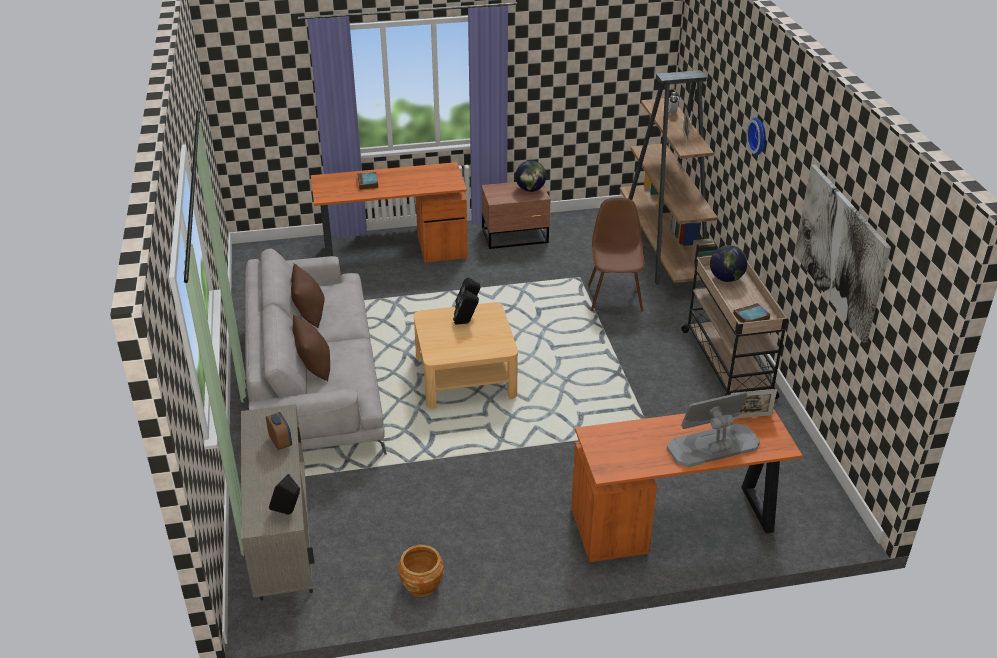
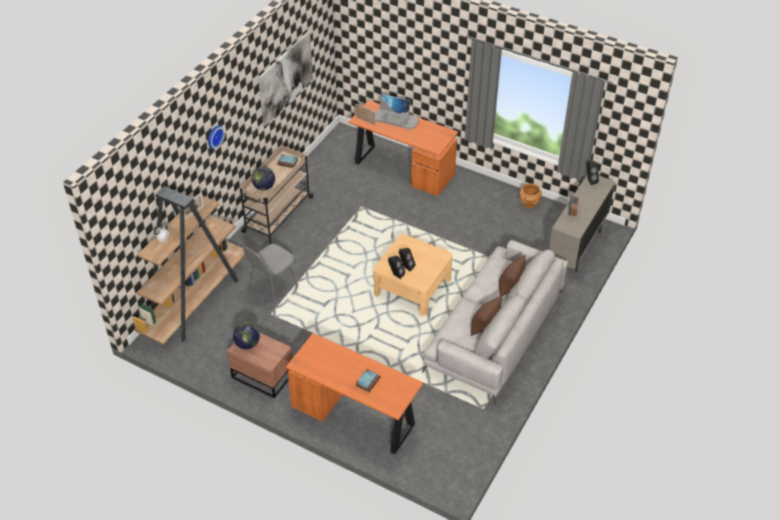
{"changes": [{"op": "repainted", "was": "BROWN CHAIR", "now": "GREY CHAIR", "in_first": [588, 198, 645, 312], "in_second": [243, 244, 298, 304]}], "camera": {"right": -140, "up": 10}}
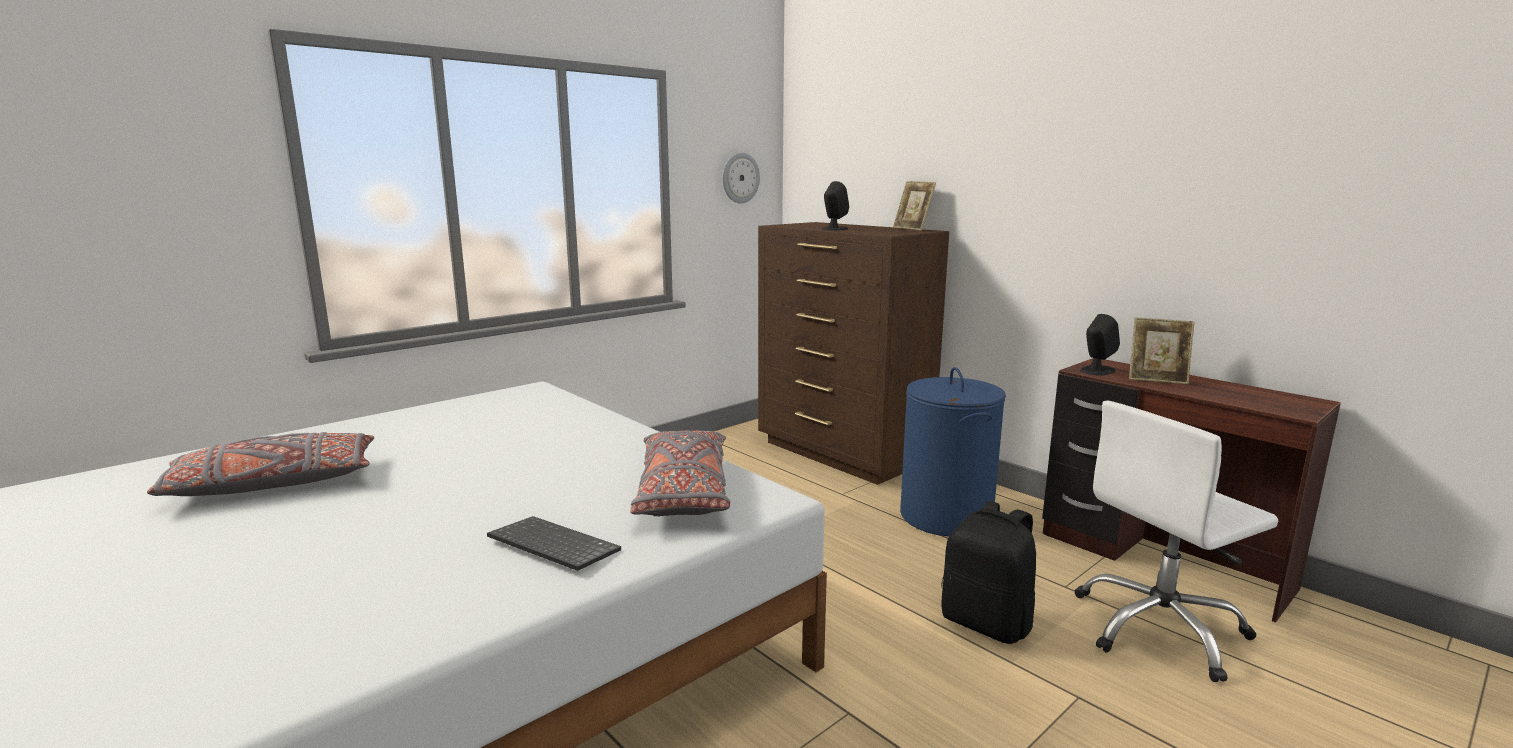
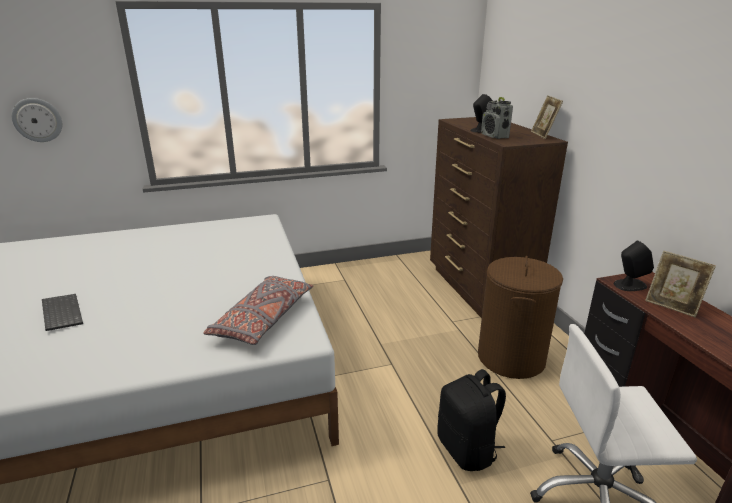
{"changes": [{"op": "gone", "was": "GREY PILLOW", "in_first": [147, 432, 374, 496]}, {"op": "shifted", "was": "KEYBOARD", "in_first": [487, 516, 621, 571], "in_second": [42, 294, 83, 331]}, {"op": "shifted", "was": "WALL CLOCK", "in_first": [722, 153, 760, 203], "in_second": [12, 98, 62, 142]}, {"op": "repainted", "was": "BLUE LAUNDRY BASKET", "now": "BROWN LAUNDRY BASKET", "in_first": [900, 367, 1006, 536], "in_second": [478, 256, 563, 379]}, {"op": "new", "now": "RADIO", "in_second": [481, 97, 513, 139]}], "camera": {"right": 25, "up": 10}}
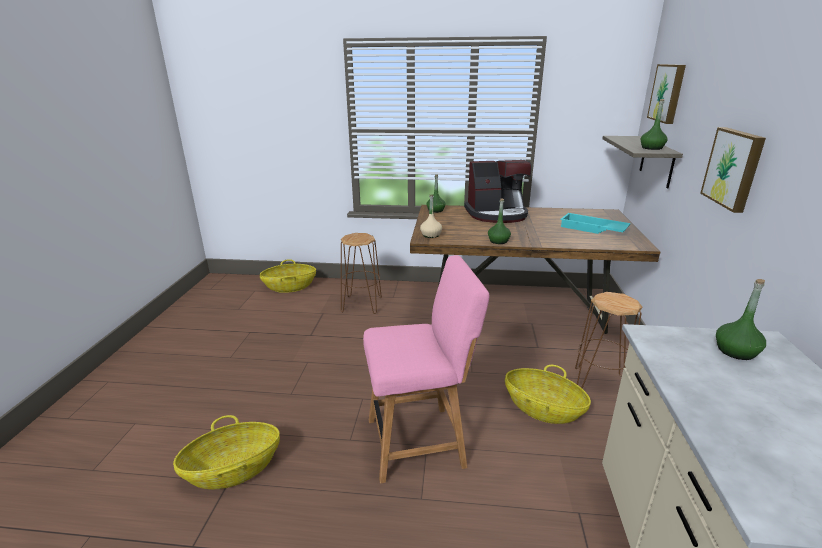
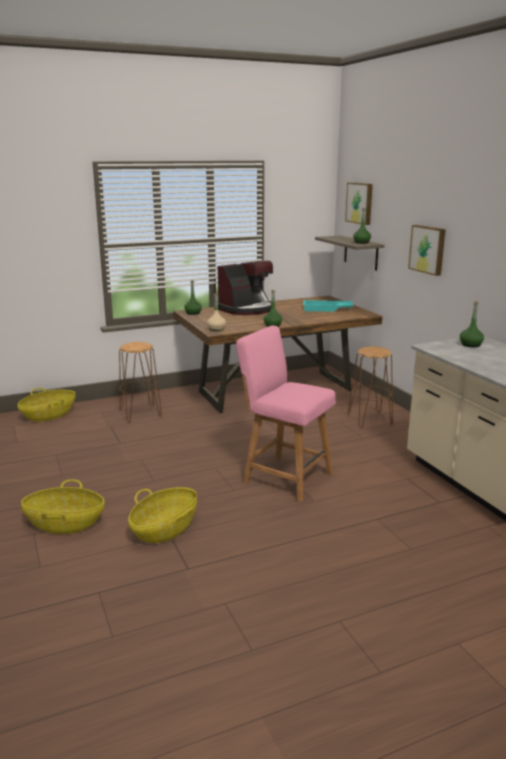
{"changes": [{"op": "rotated", "was": "PINK CHAIR", "in_first": [363, 255, 489, 483], "in_second": [236, 326, 336, 502], "clockwise": -105}, {"op": "shifted", "was": "BASKET", "in_first": [505, 365, 591, 424], "in_second": [21, 479, 105, 534]}], "camera": {"right": -30, "up": -5}}
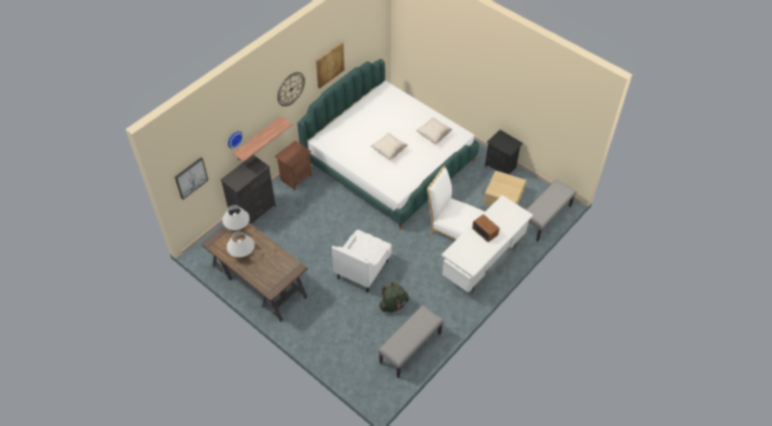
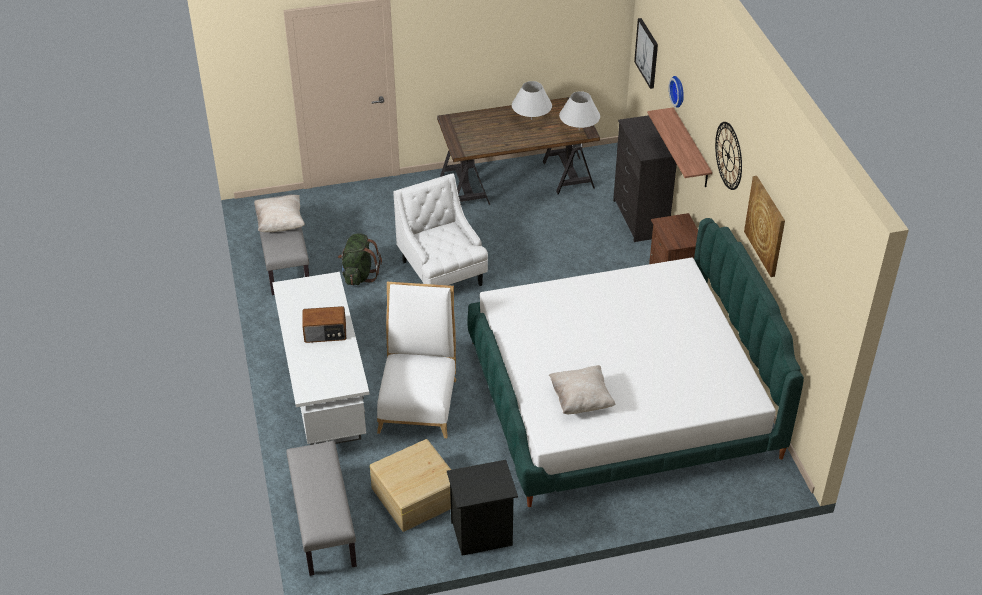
{"changes": [{"op": "shifted", "was": "BEIGE PILLOW", "in_first": [371, 132, 408, 160], "in_second": [254, 195, 305, 232]}, {"op": "rotated", "was": "WHITE CHAIR", "in_first": [427, 166, 484, 240], "in_second": [377, 282, 456, 438], "clockwise": -60}], "camera": {"right": 125, "up": -10}}
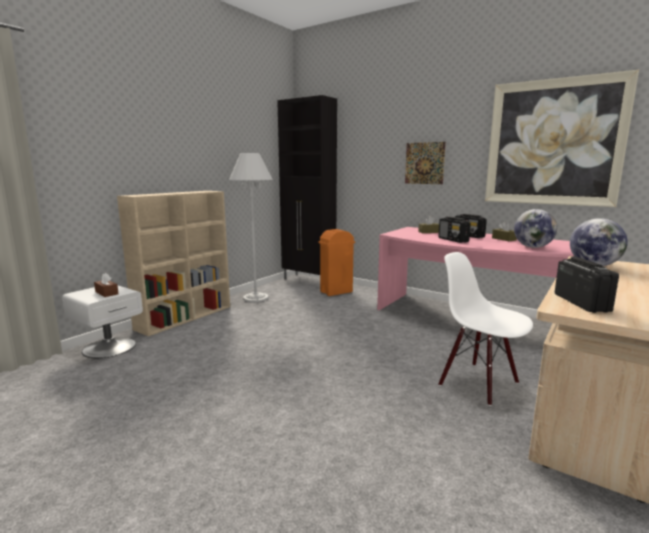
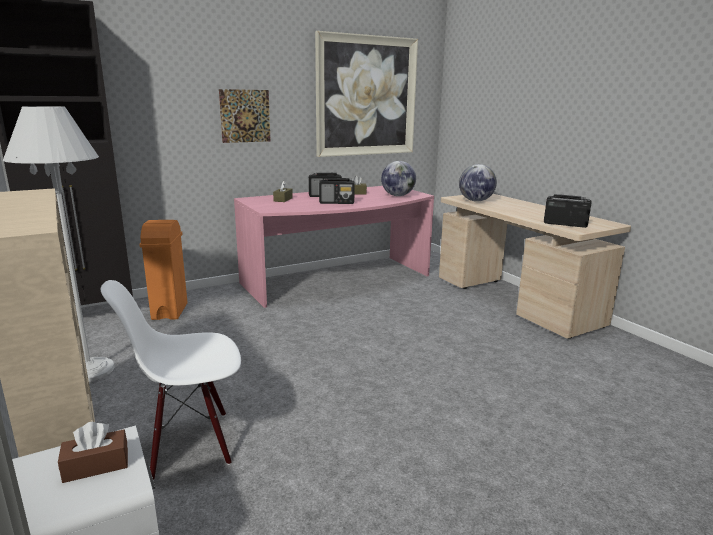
{"changes": [{"op": "shifted", "was": "WHITE CHAIR", "in_first": [438, 252, 533, 406], "in_second": [101, 280, 241, 481]}], "camera": {"right": -65, "up": 5}}
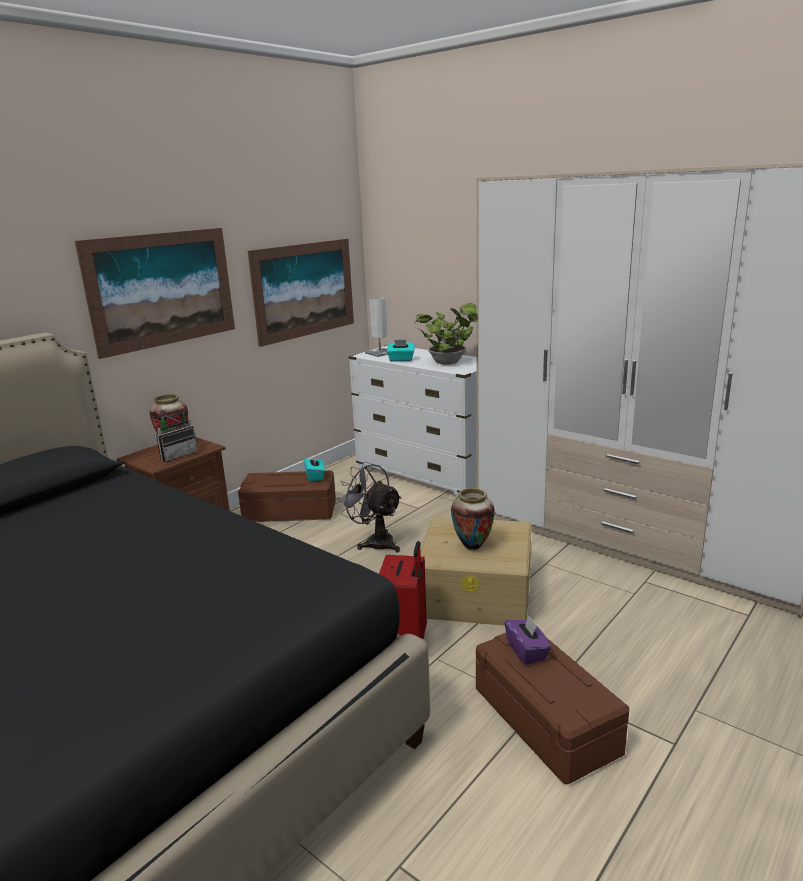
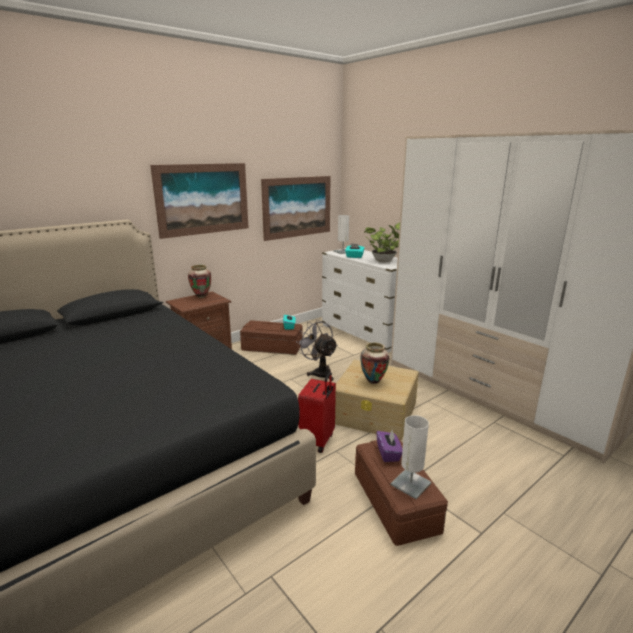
{"changes": [{"op": "gone", "was": "RADIO", "in_first": [156, 414, 197, 462]}, {"op": "new", "now": "WHITE TABLE LAMP", "in_second": [391, 415, 431, 499]}], "camera": {"right": 10, "up": 0}}
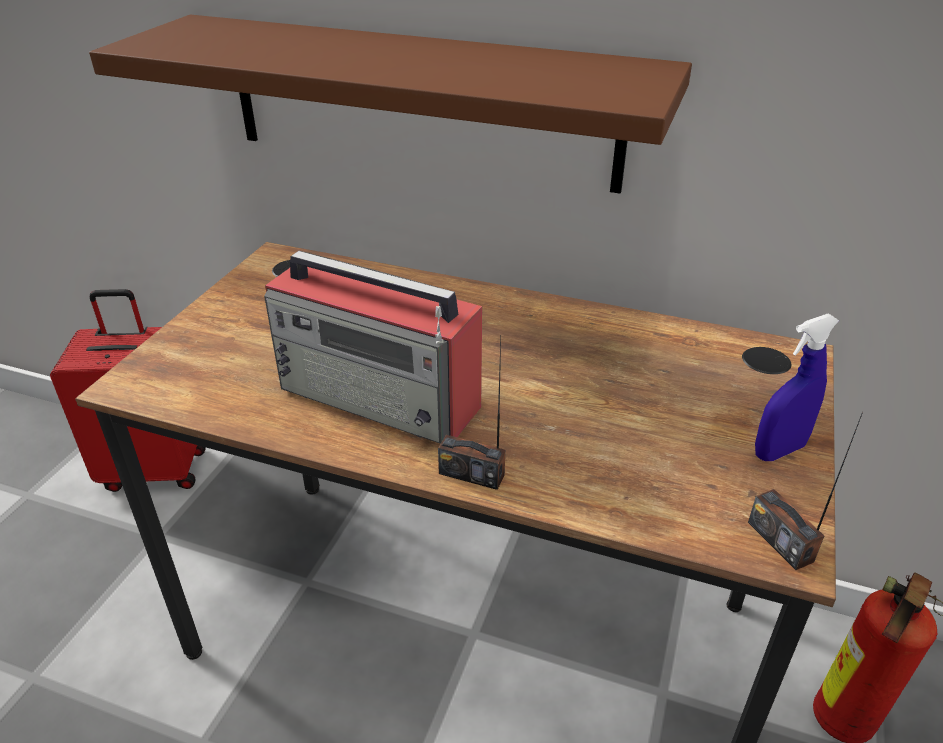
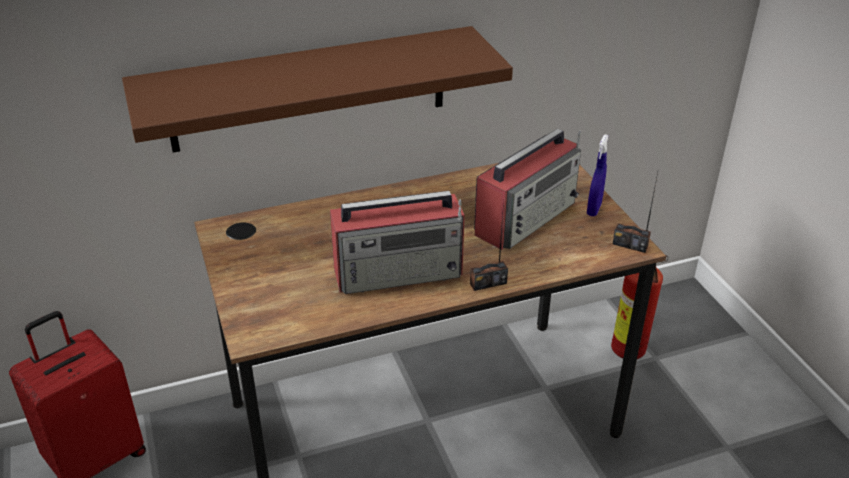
{"changes": [{"op": "new", "now": "RADIO", "in_second": [474, 129, 581, 250]}], "camera": {"right": -40, "up": 0}}
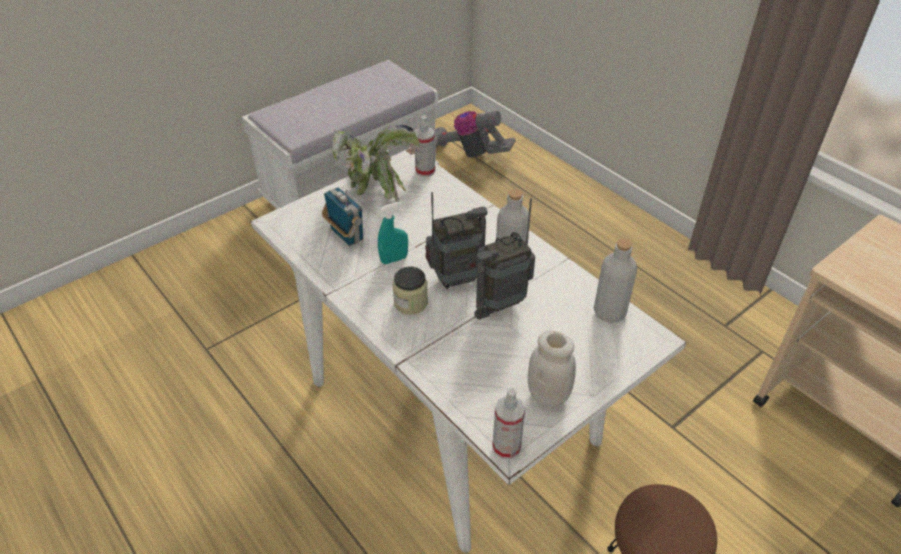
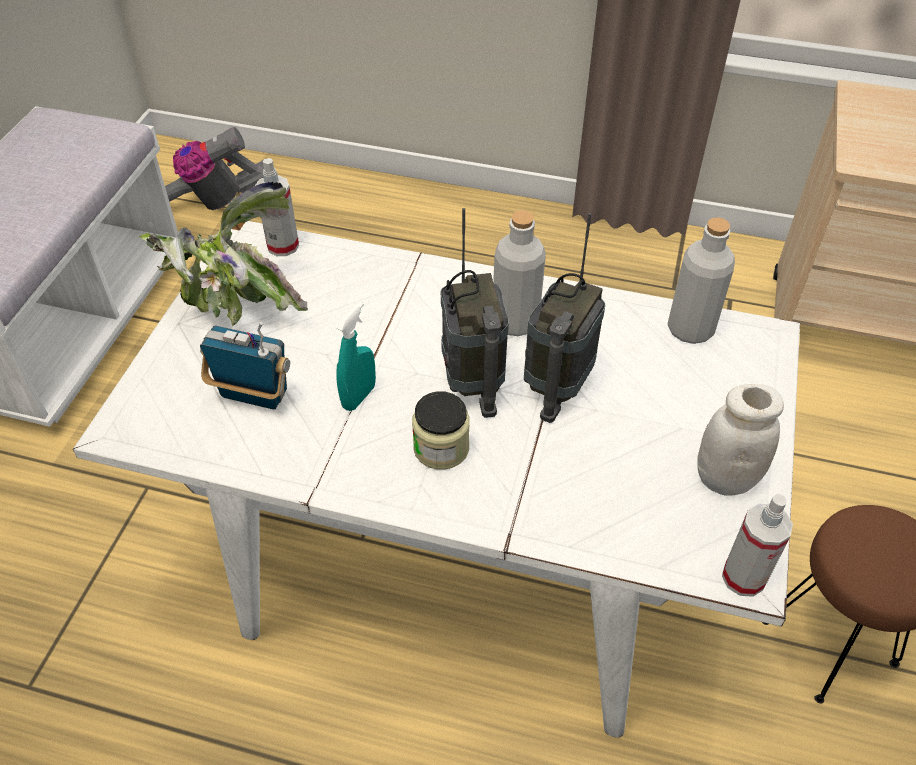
{"changes": [{"op": "rotated", "was": "RADIO", "in_first": [425, 192, 488, 289], "in_second": [441, 208, 509, 418], "clockwise": 135}], "camera": {"right": -35, "up": 5}}
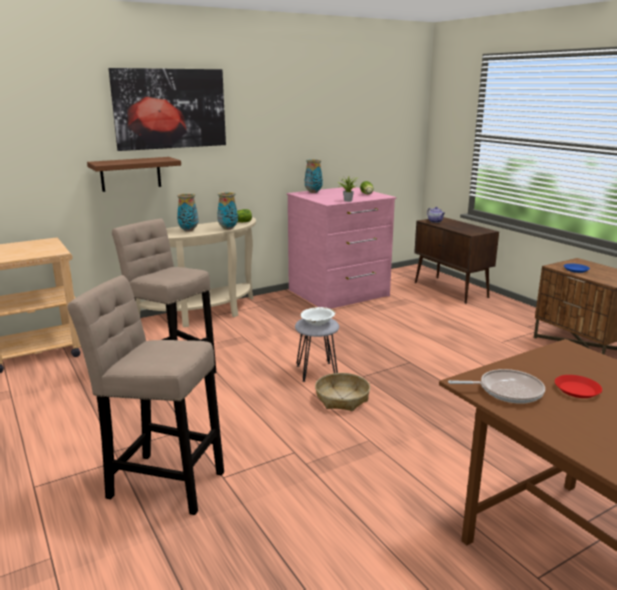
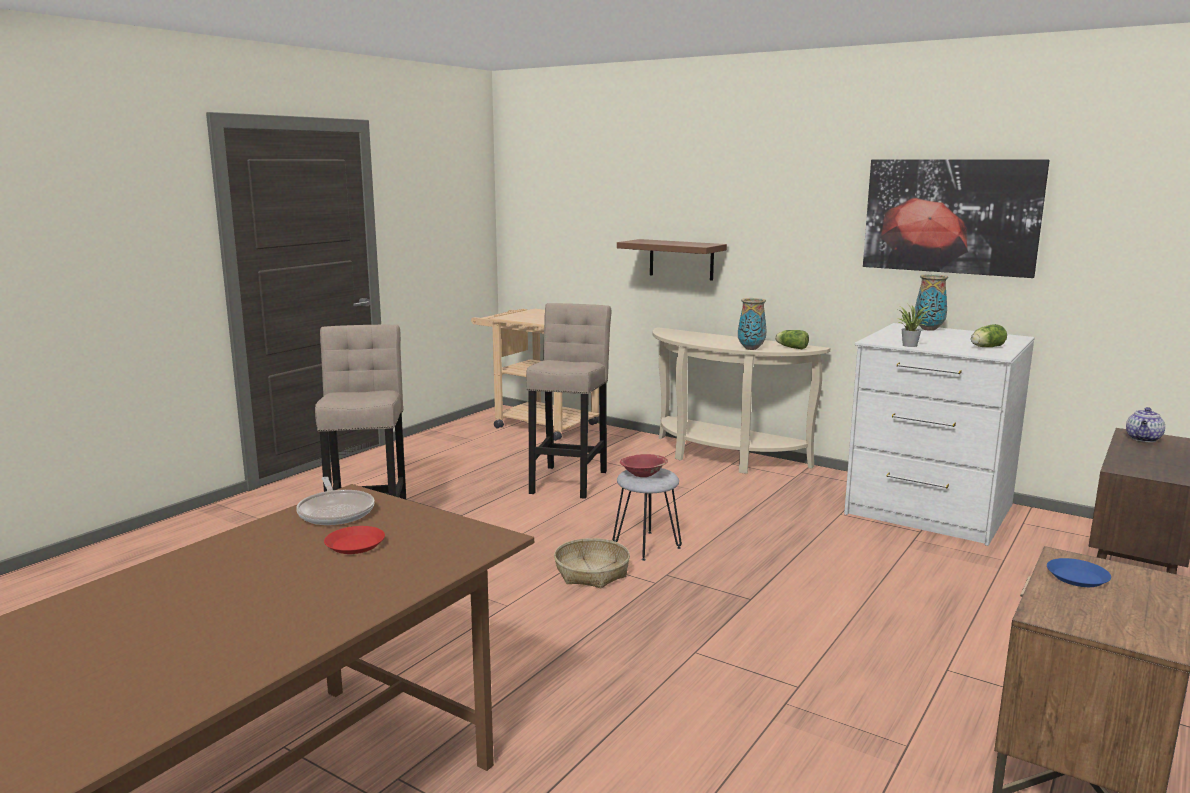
{"changes": [{"op": "shifted", "was": "PICTURE", "in_first": [108, 68, 226, 151], "in_second": [863, 159, 1050, 278]}, {"op": "gone", "was": "VASE", "in_first": [177, 193, 198, 232]}, {"op": "repainted", "was": "PINK DRESSER", "now": "WHITE DRESSER", "in_first": [287, 187, 396, 309], "in_second": [844, 323, 1035, 546]}, {"op": "repainted", "was": "WHITE BOWL", "now": "RED BOWL", "in_first": [301, 307, 335, 326], "in_second": [620, 454, 668, 477]}], "camera": {"right": 65, "up": -5}}
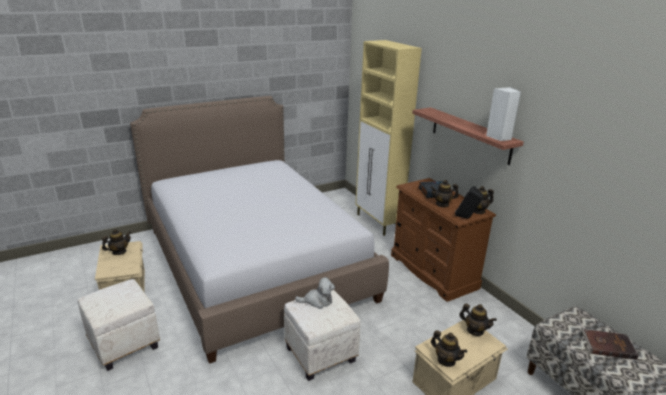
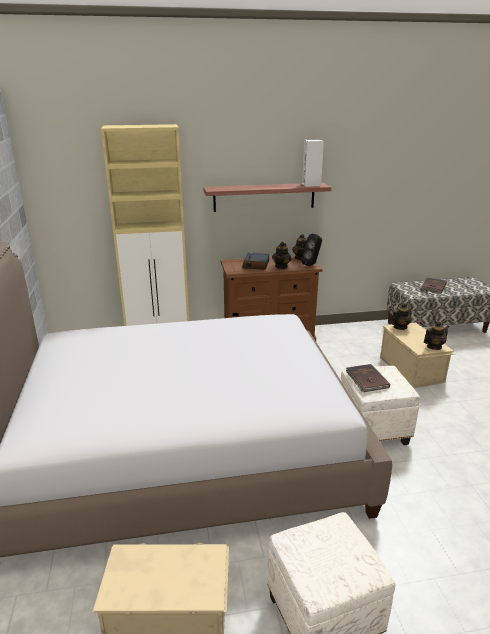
{"changes": [{"op": "gone", "was": "TEAPOT", "in_first": [102, 229, 131, 255]}, {"op": "swapped", "was": "PLUSH TOY", "now": "BROWN BOOK", "in_first": [295, 277, 335, 309], "in_second": [346, 364, 390, 392]}], "camera": {"right": -70, "up": 0}}
